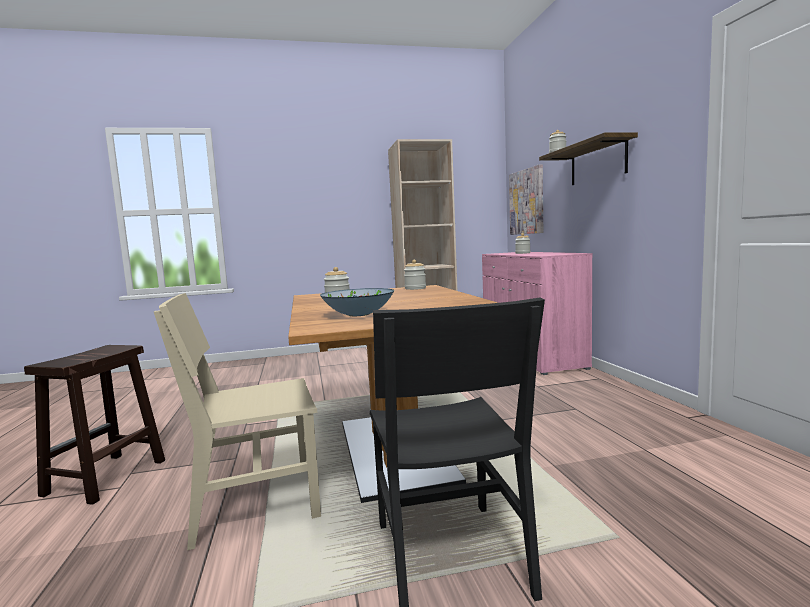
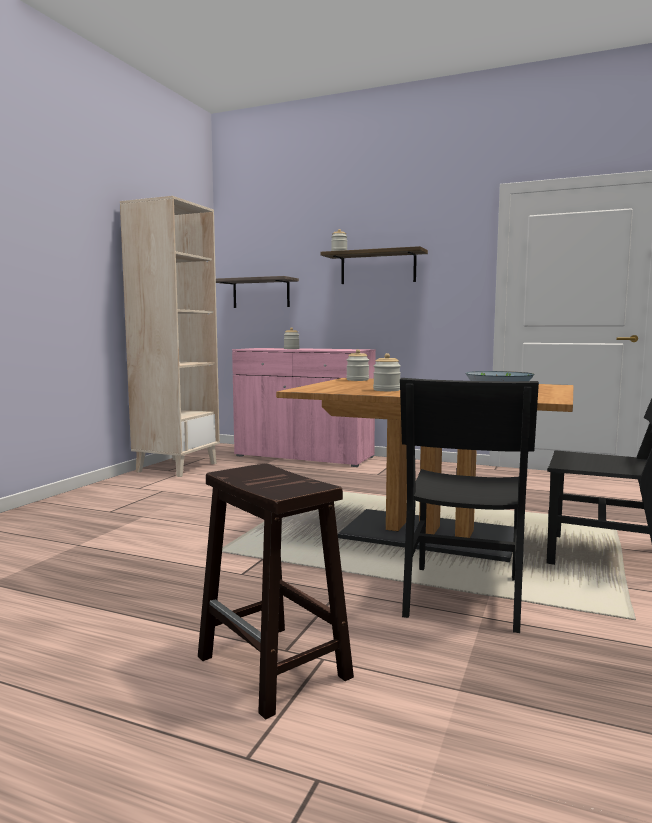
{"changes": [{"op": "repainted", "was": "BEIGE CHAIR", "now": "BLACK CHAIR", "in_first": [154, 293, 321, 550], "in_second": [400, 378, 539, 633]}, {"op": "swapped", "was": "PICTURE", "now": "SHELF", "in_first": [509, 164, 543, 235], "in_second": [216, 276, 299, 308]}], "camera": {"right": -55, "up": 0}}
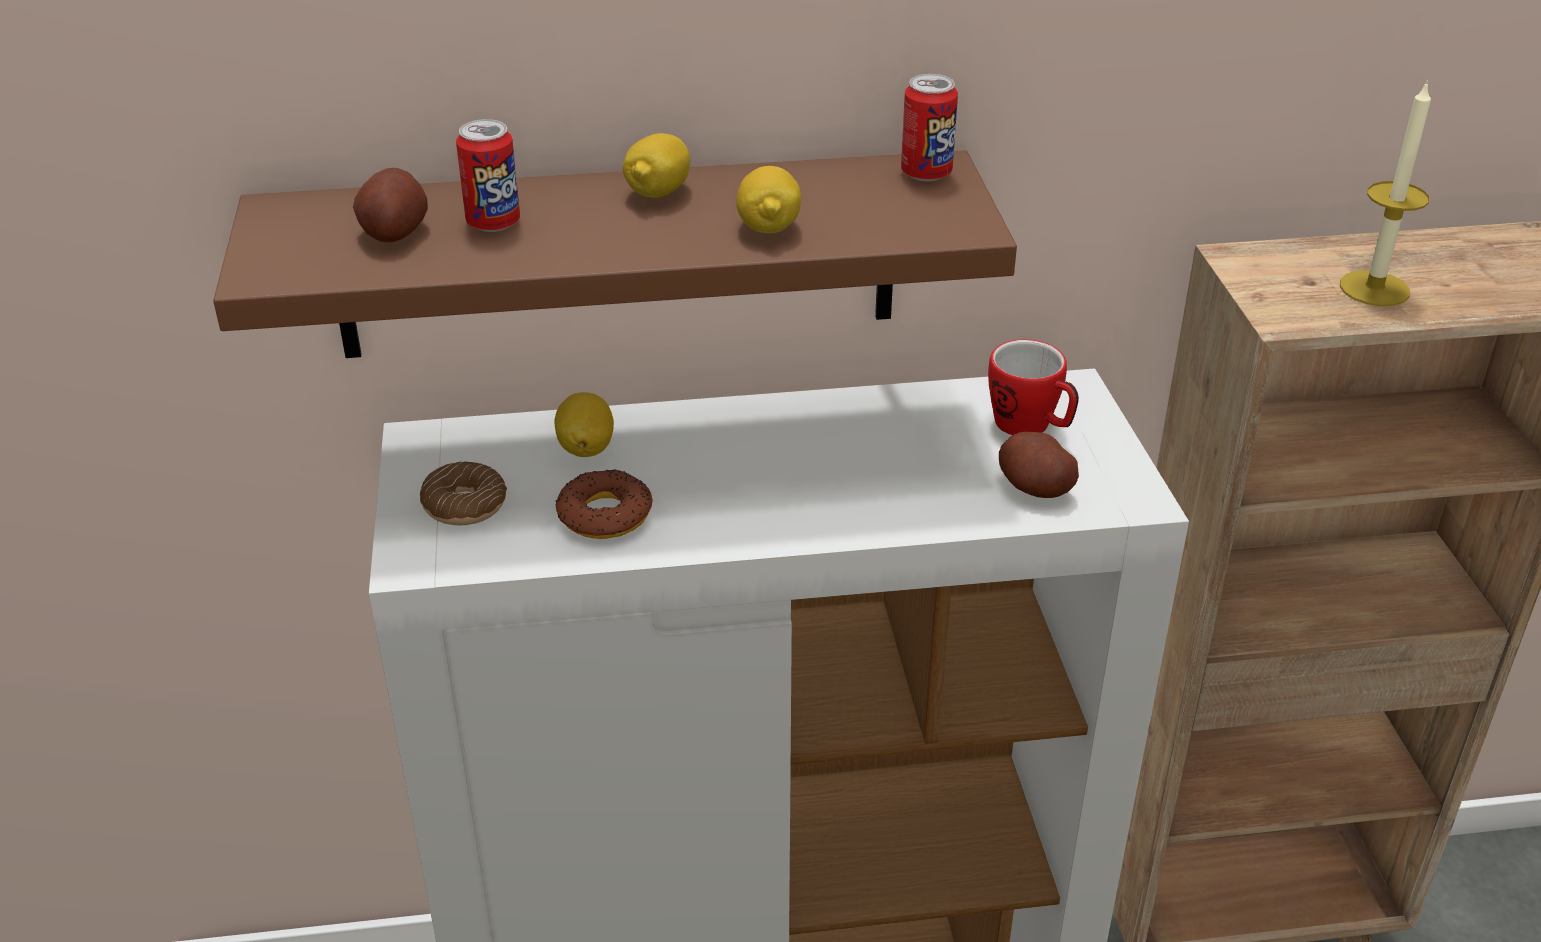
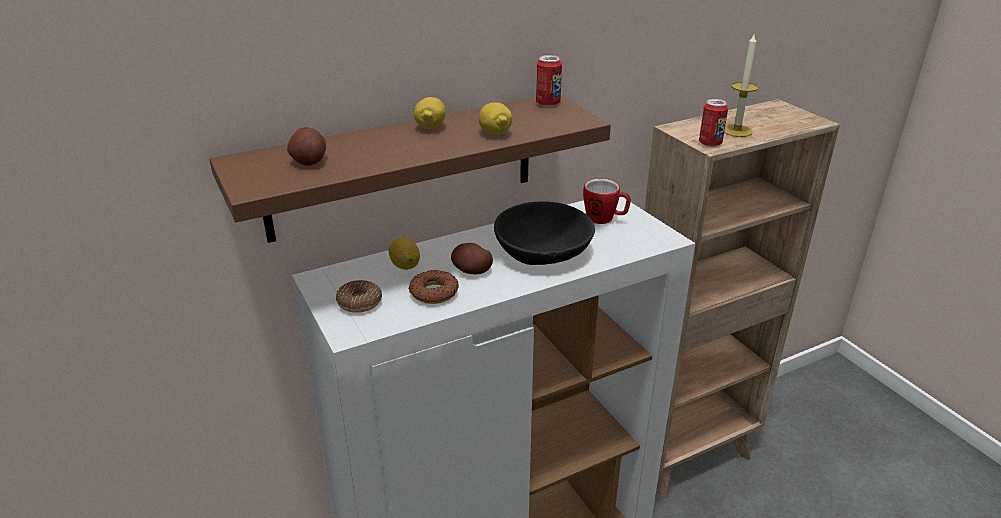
{"changes": [{"op": "shifted", "was": "CAN", "in_first": [456, 119, 520, 232], "in_second": [699, 99, 728, 147]}, {"op": "shifted", "was": "POTATO", "in_first": [999, 432, 1079, 498], "in_second": [451, 243, 493, 275]}, {"op": "new", "now": "BLACK BOWL", "in_second": [494, 202, 595, 265]}], "camera": {"right": -20, "up": -5}}
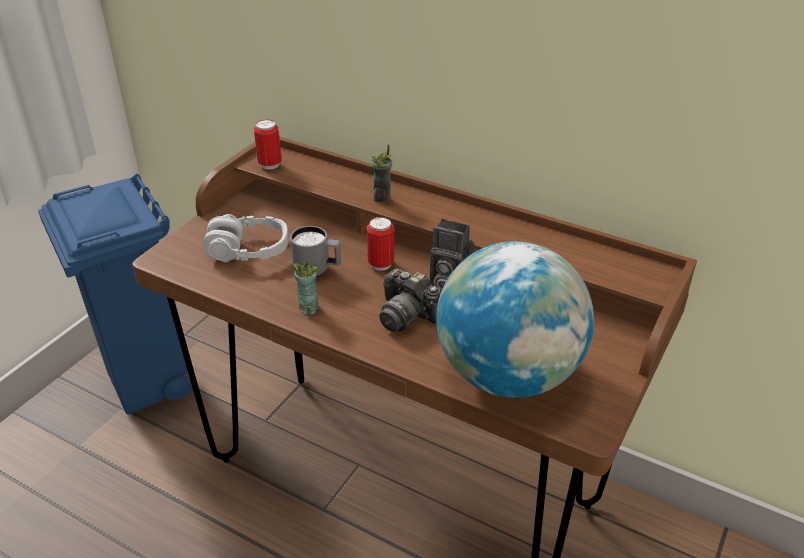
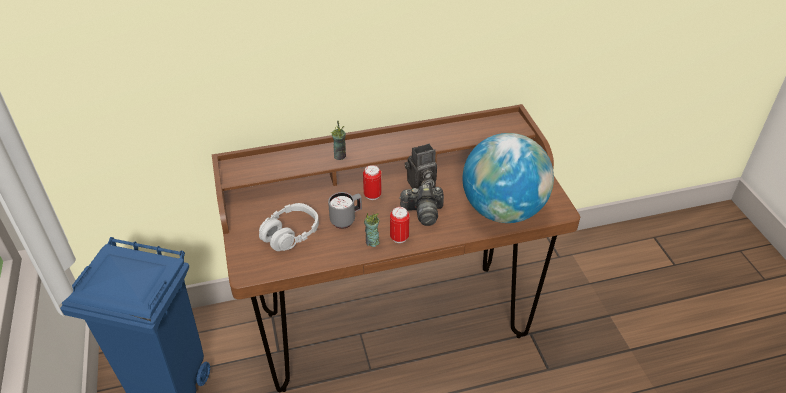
{"changes": [{"op": "shifted", "was": "CAN", "in_first": [254, 120, 282, 169], "in_second": [390, 207, 409, 243]}], "camera": {"right": -45, "up": 5}}
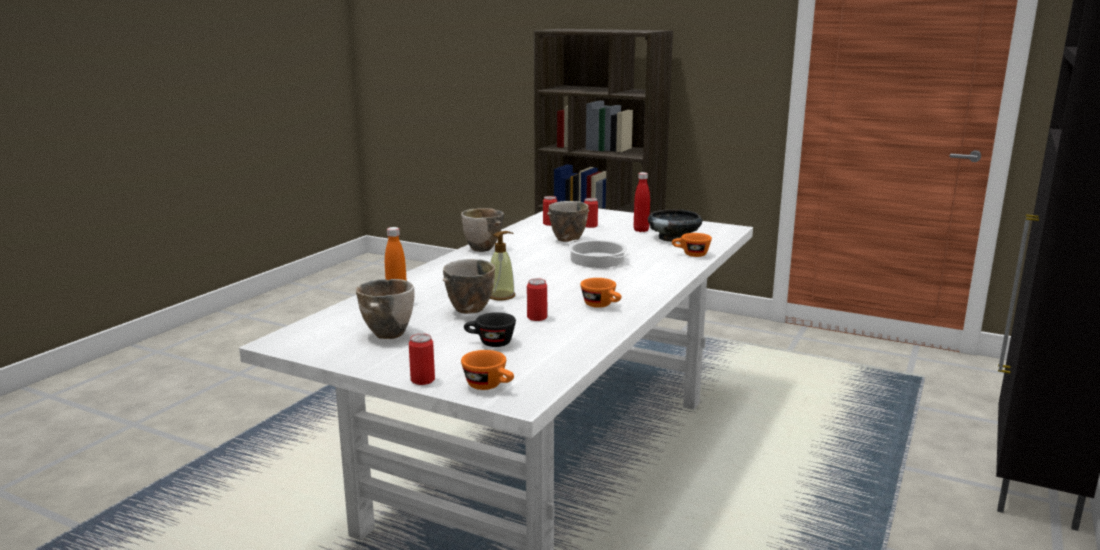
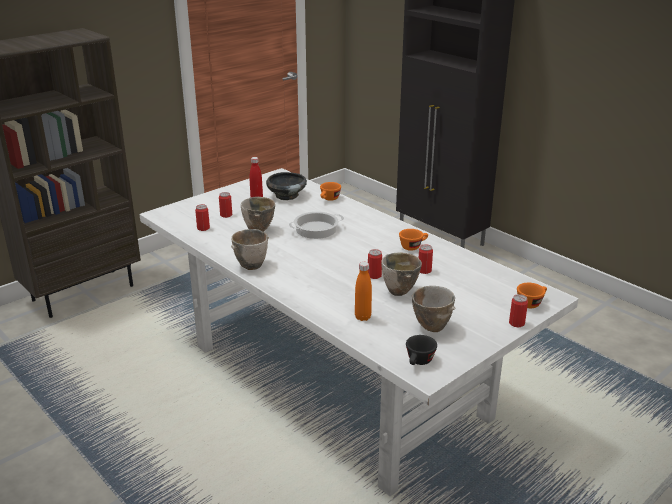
{"changes": [{"op": "shifted", "was": "BLACK CUP", "in_first": [464, 312, 516, 347], "in_second": [406, 335, 437, 365]}, {"op": "swapped", "was": "SOAP DISPENSER", "now": "CAN", "in_first": [490, 231, 515, 301], "in_second": [368, 249, 382, 279]}], "camera": {"right": -70, "up": 10}}
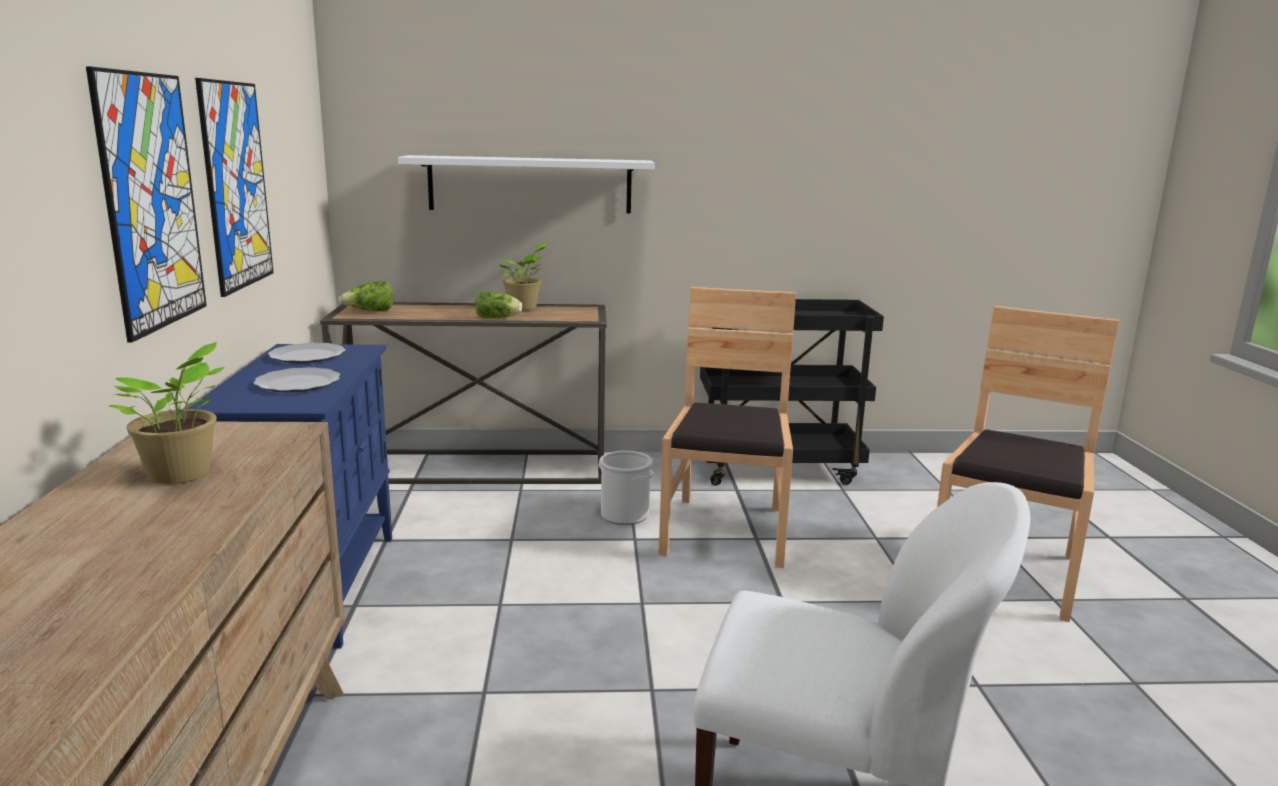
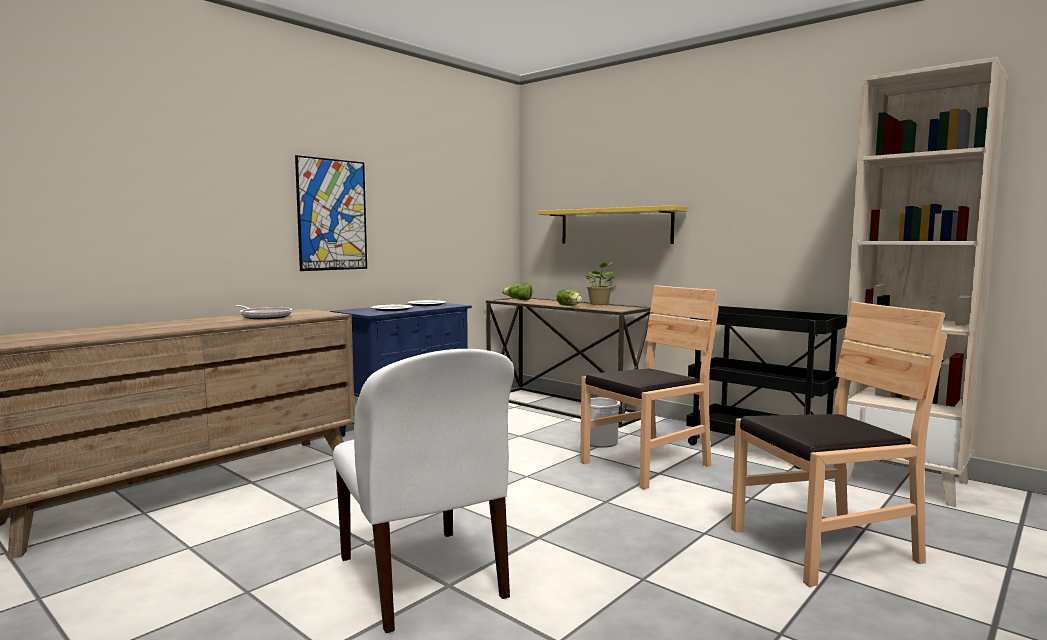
{"changes": [{"op": "swapped", "was": "POTTED PLANT", "now": "FRYING PAN", "in_first": [109, 342, 225, 484], "in_second": [236, 305, 292, 319]}, {"op": "gone", "was": "PICTURE", "in_first": [195, 78, 274, 297]}, {"op": "repainted", "was": "WHITE SHELF", "now": "YELLOW SHELF", "in_first": [398, 155, 655, 214], "in_second": [537, 205, 687, 244]}, {"op": "new", "now": "BEIGE BOOKCASE", "in_second": [846, 57, 1008, 507]}], "camera": {"right": 45, "up": -10}}
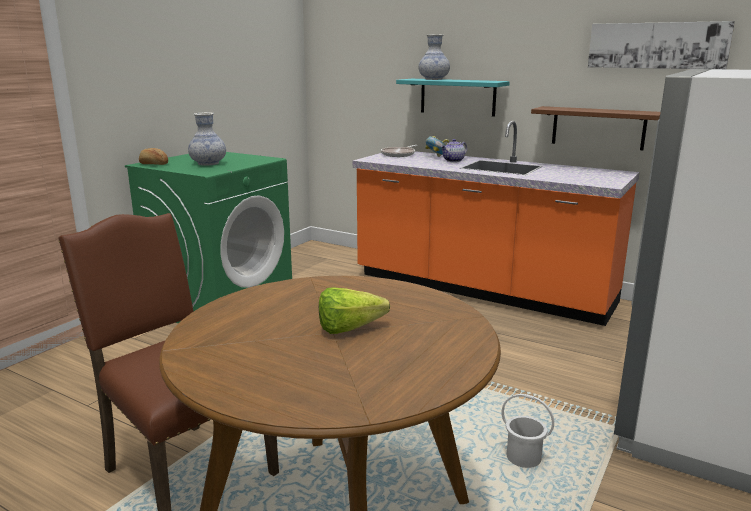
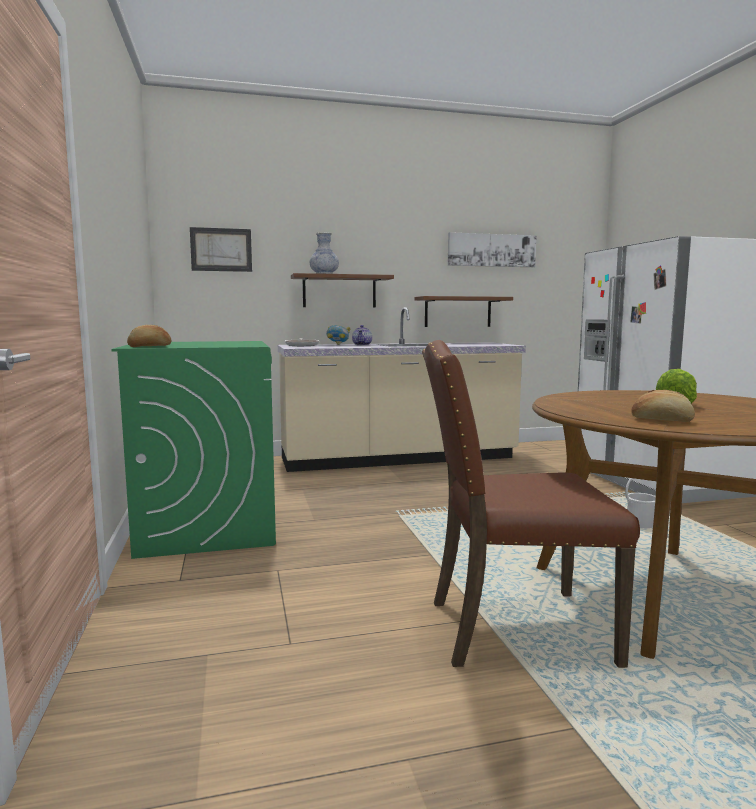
{"changes": [{"op": "gone", "was": "VASE", "in_first": [188, 112, 226, 166]}, {"op": "repainted", "was": "ORANGE COUNTER", "now": "BEIGE COUNTER", "in_first": [352, 121, 640, 326], "in_second": [278, 307, 526, 472]}, {"op": "repainted", "was": "TURQUOISE SHELF", "now": "BROWN SHELF", "in_first": [396, 79, 510, 117], "in_second": [291, 273, 394, 307]}, {"op": "new", "now": "PICTURE", "in_second": [190, 227, 252, 272]}, {"op": "new", "now": "BREAD", "in_second": [631, 390, 695, 422]}], "camera": {"right": -45, "up": -10}}
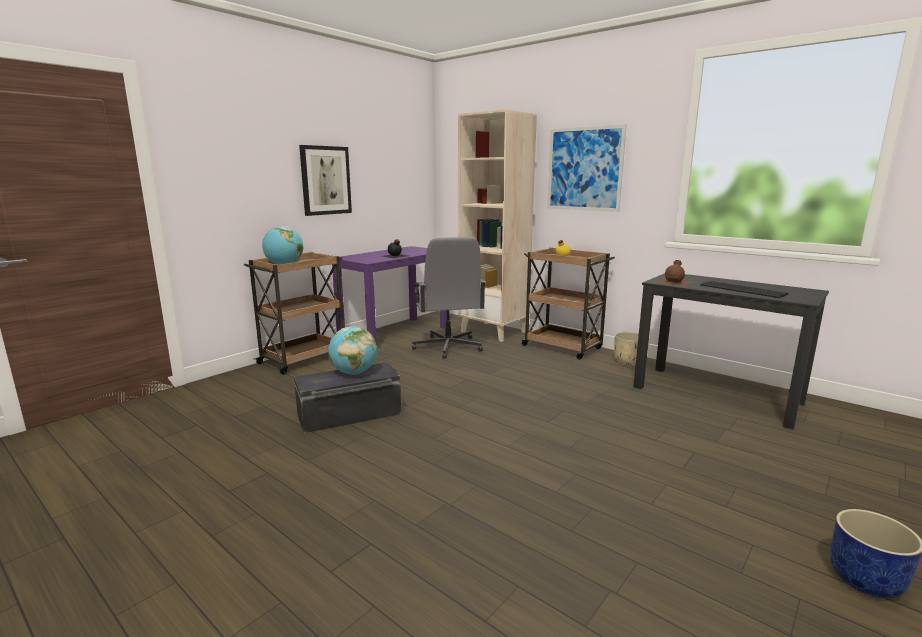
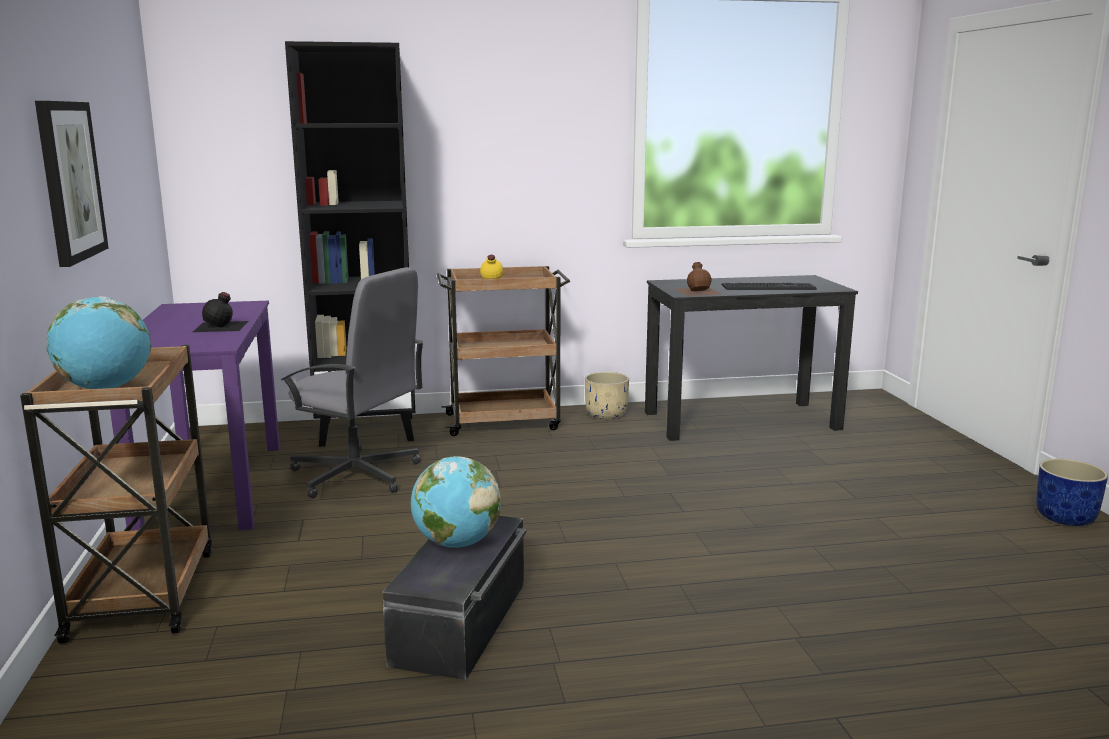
{"changes": [{"op": "repainted", "was": "BEIGE BOOKCASE", "now": "BLACK BOOKCASE", "in_first": [458, 109, 537, 342], "in_second": [285, 41, 415, 447]}, {"op": "gone", "was": "PICTURE", "in_first": [547, 124, 627, 212]}], "camera": {"right": -50, "up": 0}}
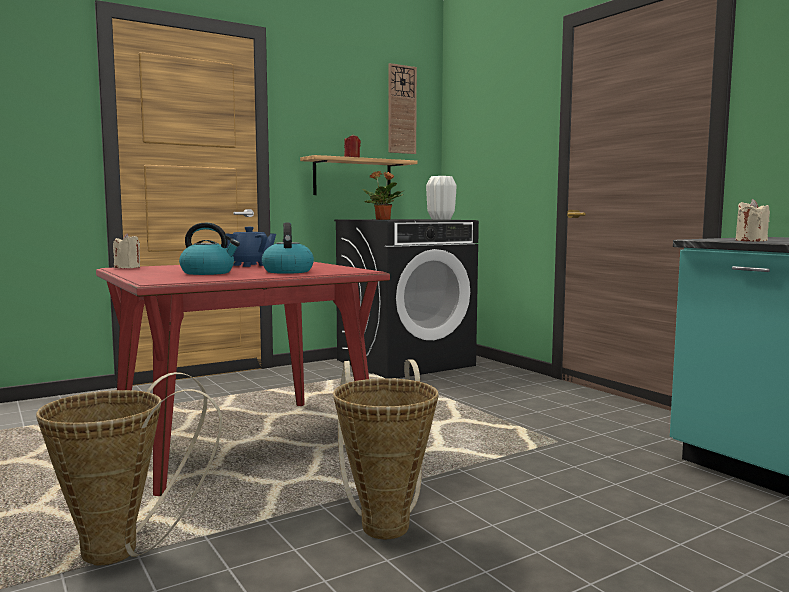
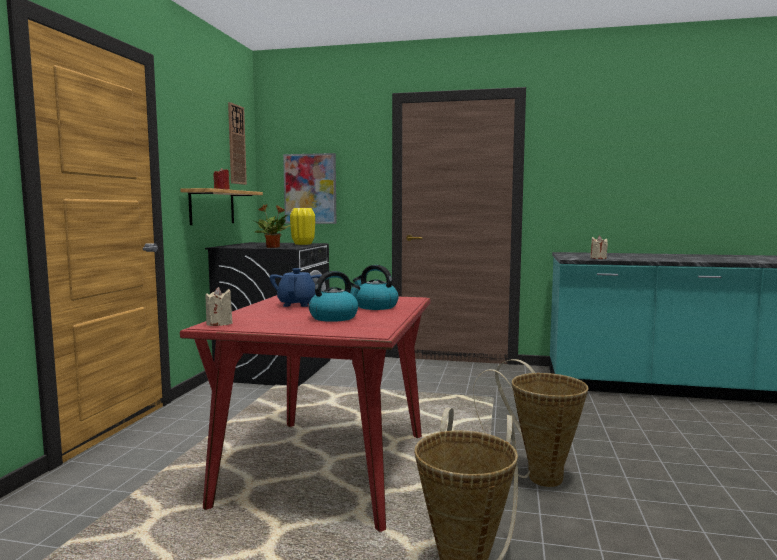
{"changes": [{"op": "repainted", "was": "WHITE VASE", "now": "YELLOW VASE", "in_first": [426, 176, 456, 220], "in_second": [290, 208, 315, 245]}, {"op": "new", "now": "PICTURE", "in_second": [283, 153, 336, 224]}], "camera": {"right": -45, "up": 0}}
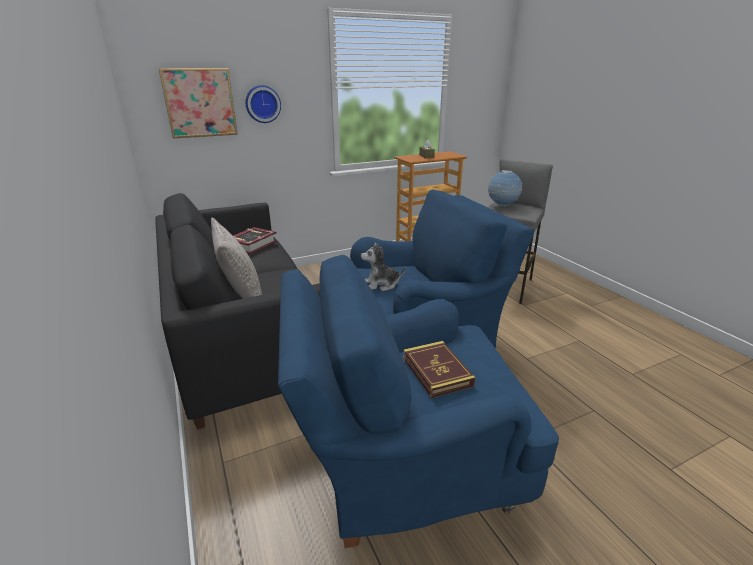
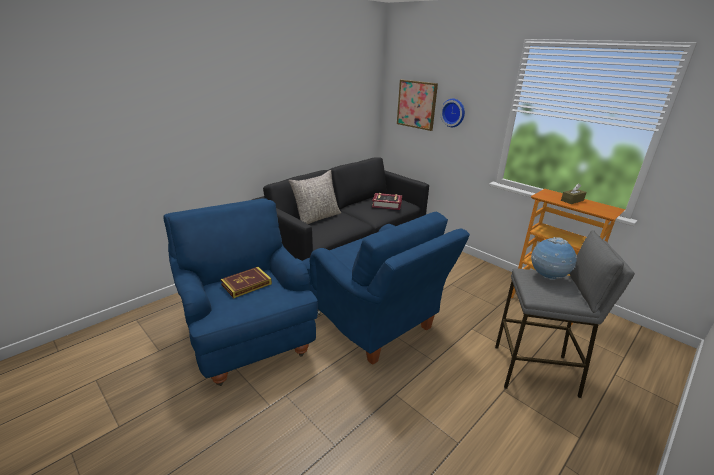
{"changes": [{"op": "gone", "was": "PLUSH TOY", "in_first": [361, 243, 405, 291]}], "camera": {"right": 70, "up": 0}}
